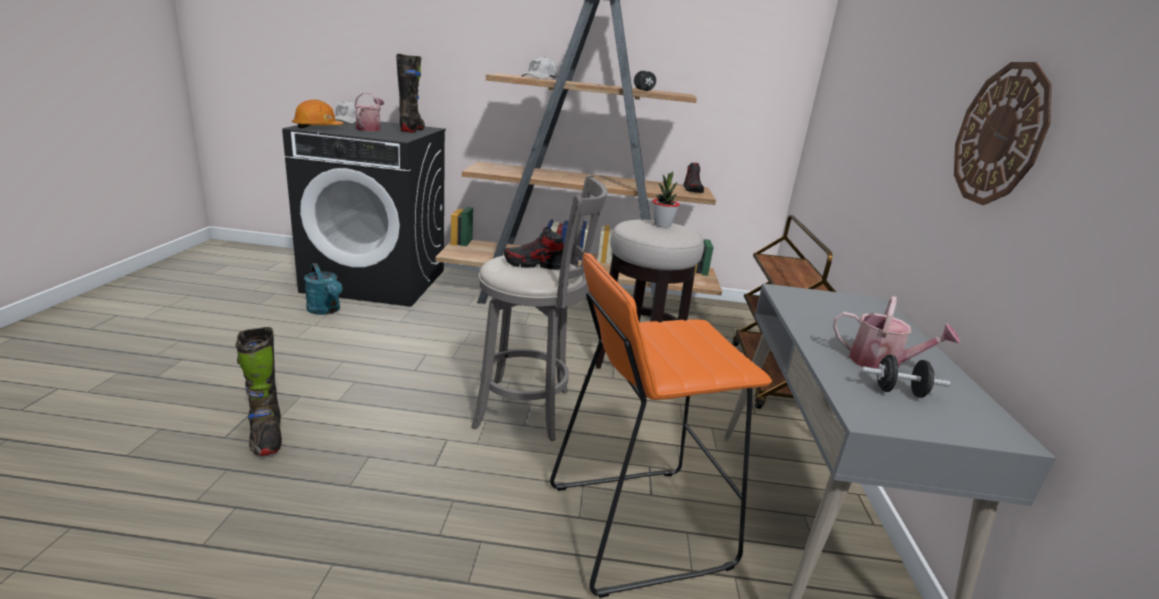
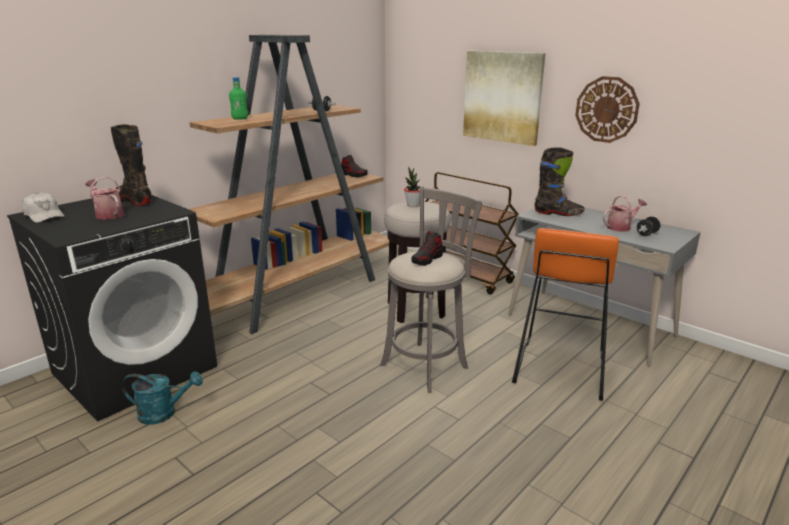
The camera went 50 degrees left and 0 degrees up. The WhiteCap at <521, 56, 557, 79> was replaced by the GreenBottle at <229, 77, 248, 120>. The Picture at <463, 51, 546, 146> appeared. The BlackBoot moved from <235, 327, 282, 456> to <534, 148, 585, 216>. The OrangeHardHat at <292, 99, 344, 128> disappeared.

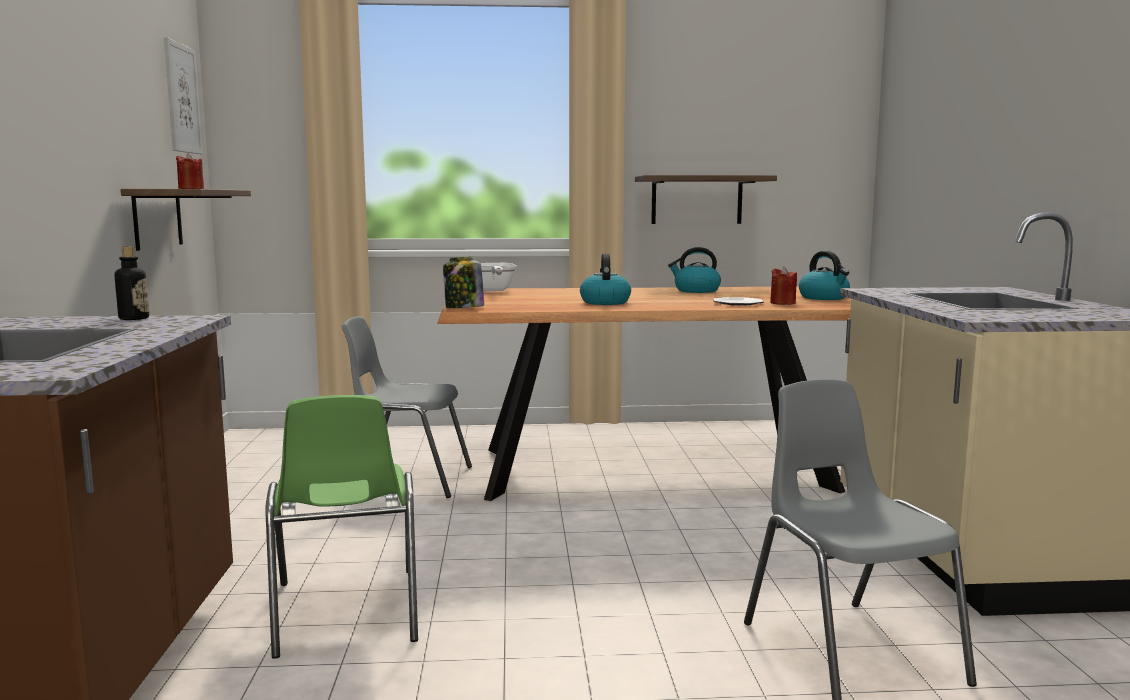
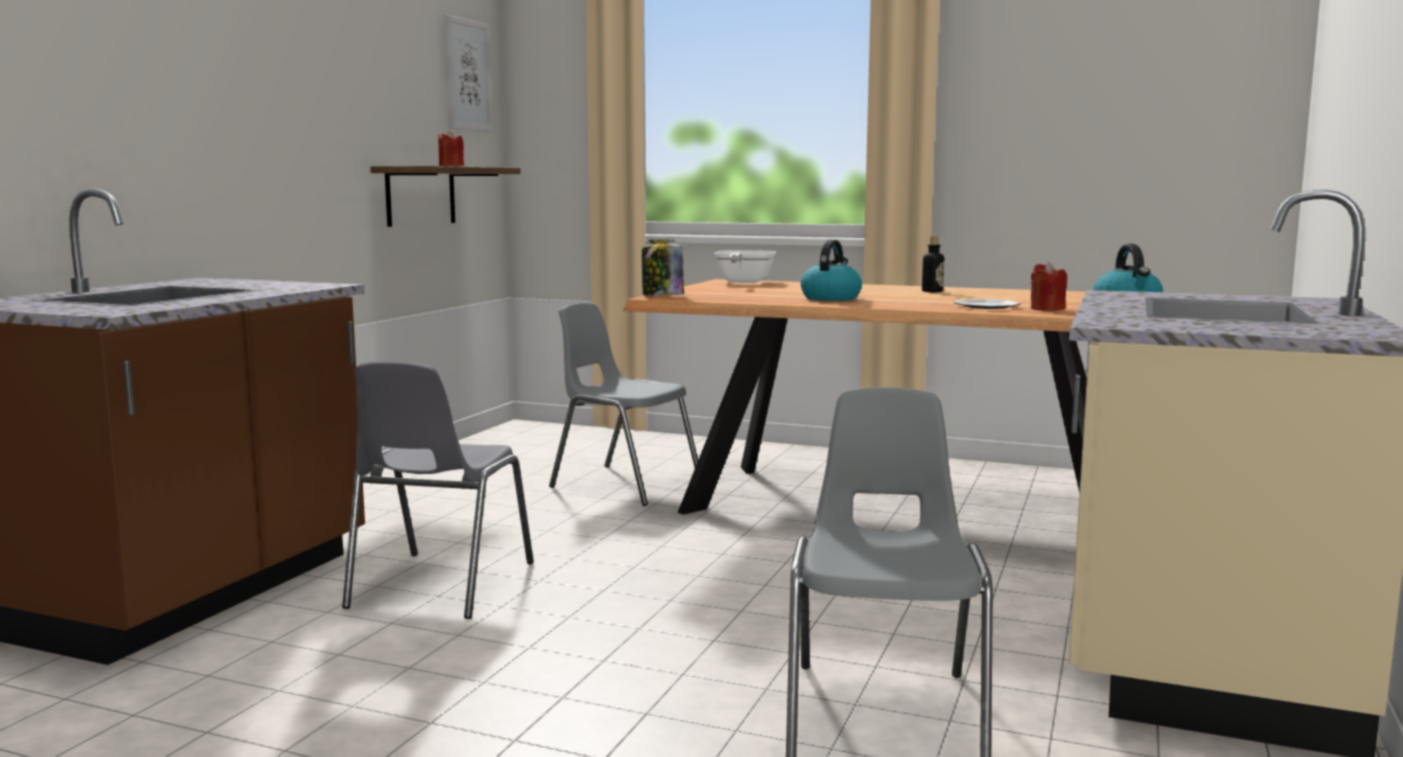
The camera went 25 degrees right and 0 degrees up. The GreenChair at <266, 395, 418, 659> became the GreyChair at <342, 361, 534, 619>. The Bottle moved from <115, 246, 149, 320> to <922, 236, 944, 292>. The Shelf at <635, 175, 777, 224> disappeared. The Kettle at <668, 247, 721, 293> disappeared.

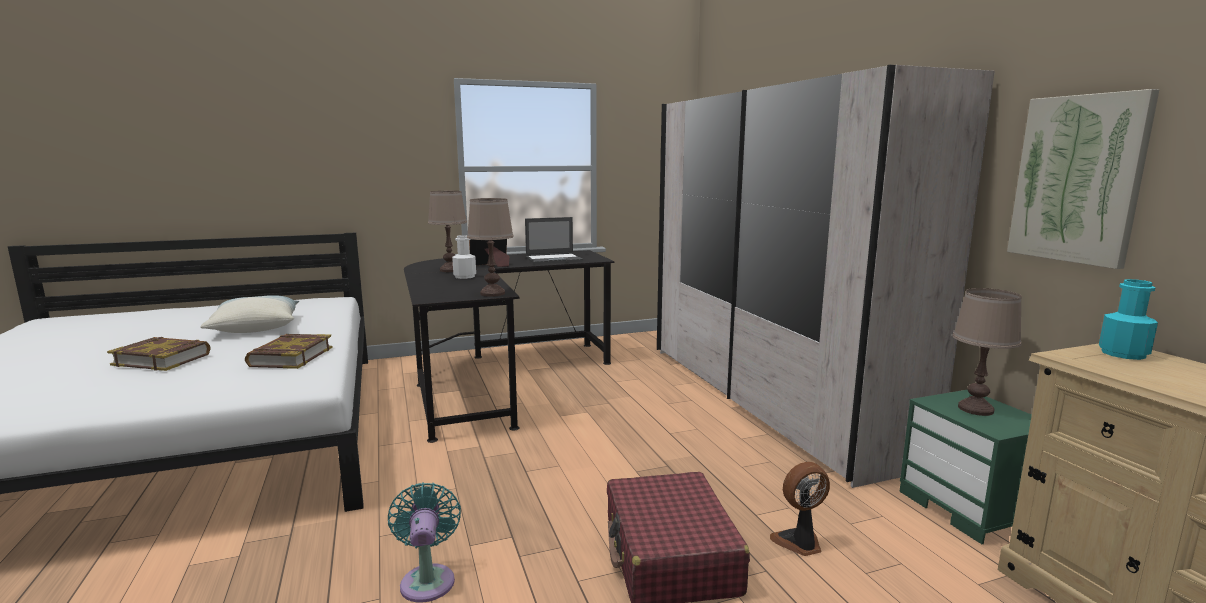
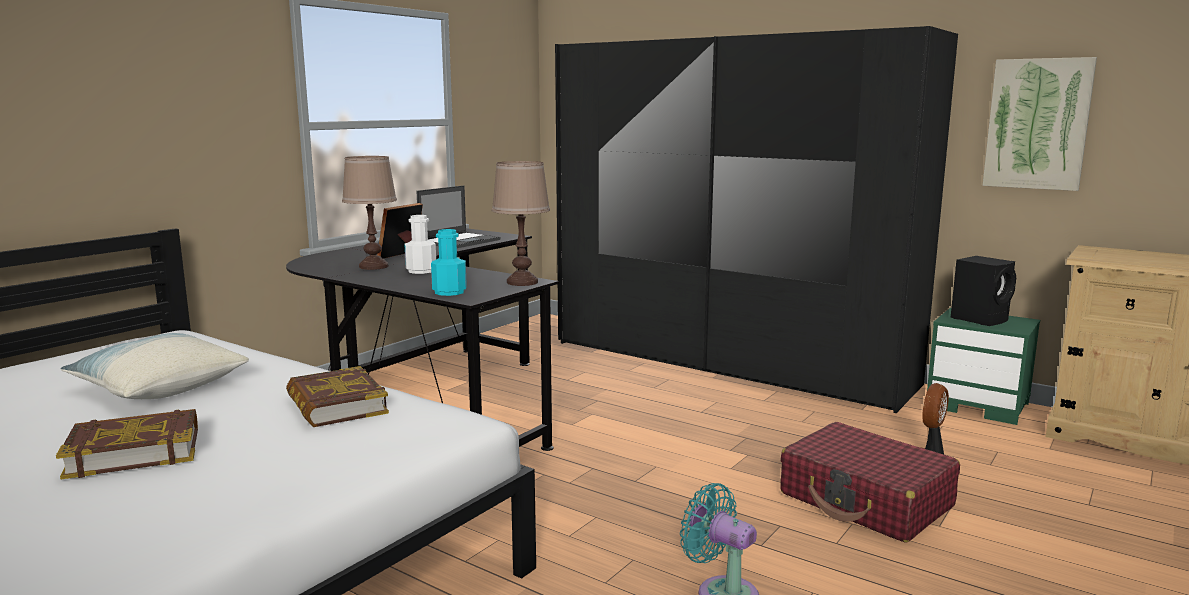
The camera went 35 degrees left and 0 degrees up. The TurquoiseBottle moved from <1099, 279, 1158, 360> to <431, 229, 467, 296>. The WhiteWardrobe at <657, 65, 995, 488> became the BlackWardrobe at <555, 26, 958, 413>. The BrownTableLamp at <953, 288, 1022, 416> was replaced by the BlackSpeaker at <950, 256, 1016, 326>.

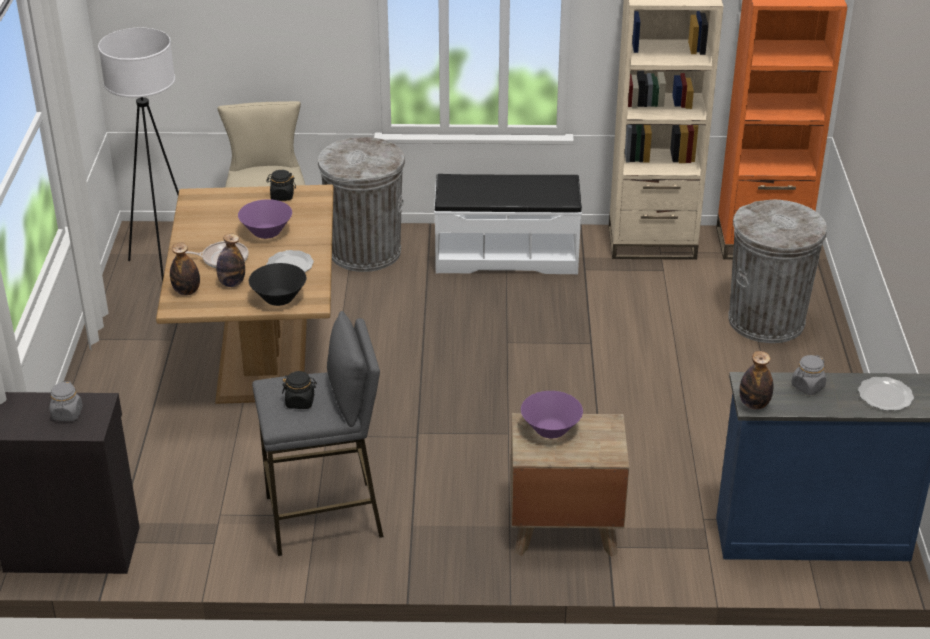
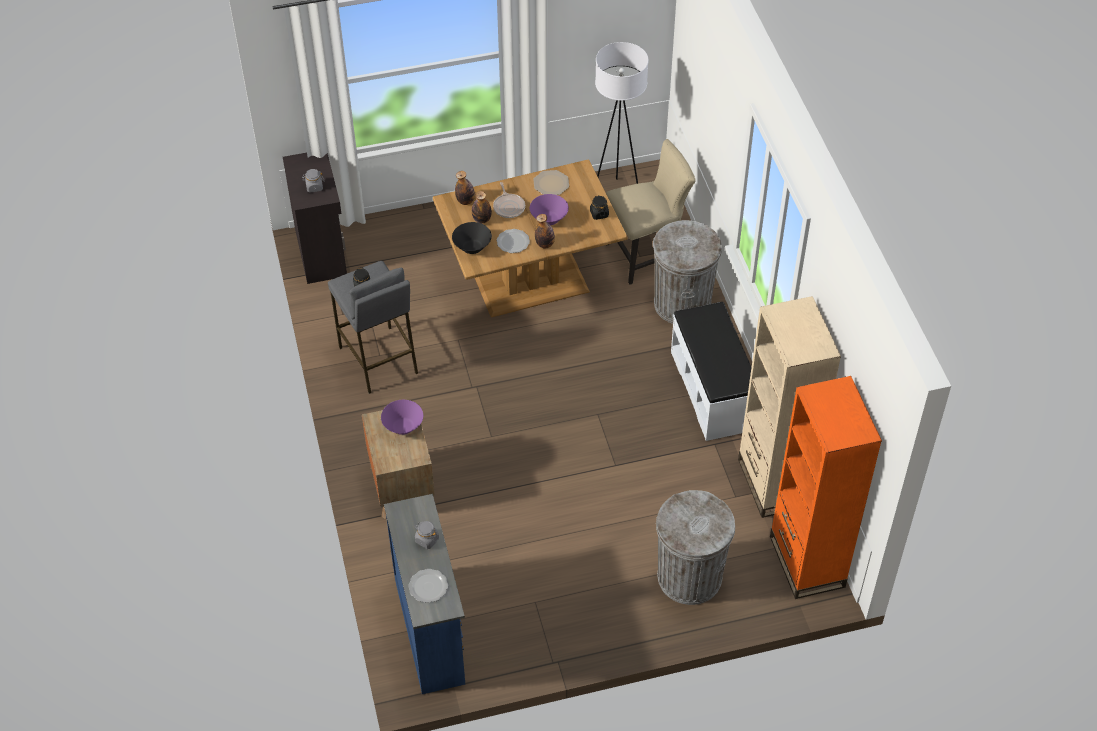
The camera went 75 degrees right and 15 degrees up. The Plate at <533, 170, 569, 195> appeared. The Bottle moved from <739, 351, 773, 410> to <535, 214, 555, 248>.

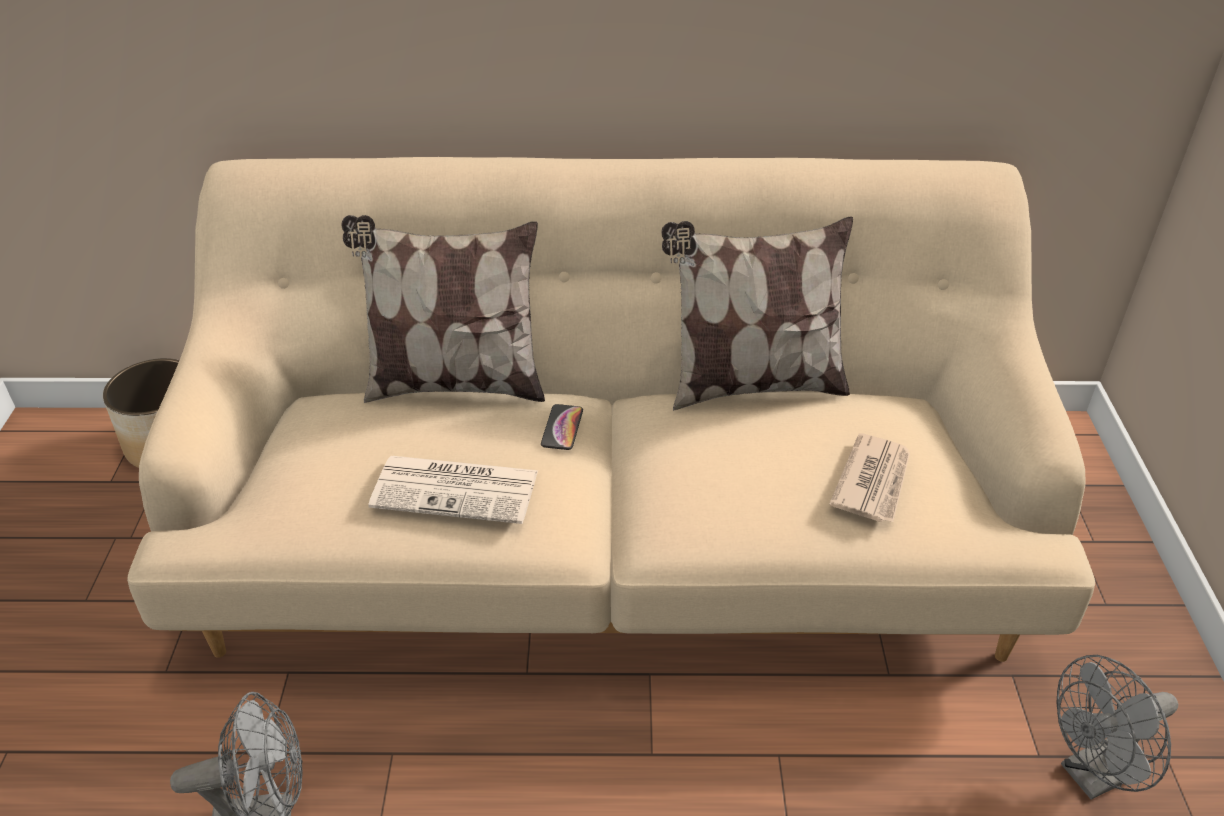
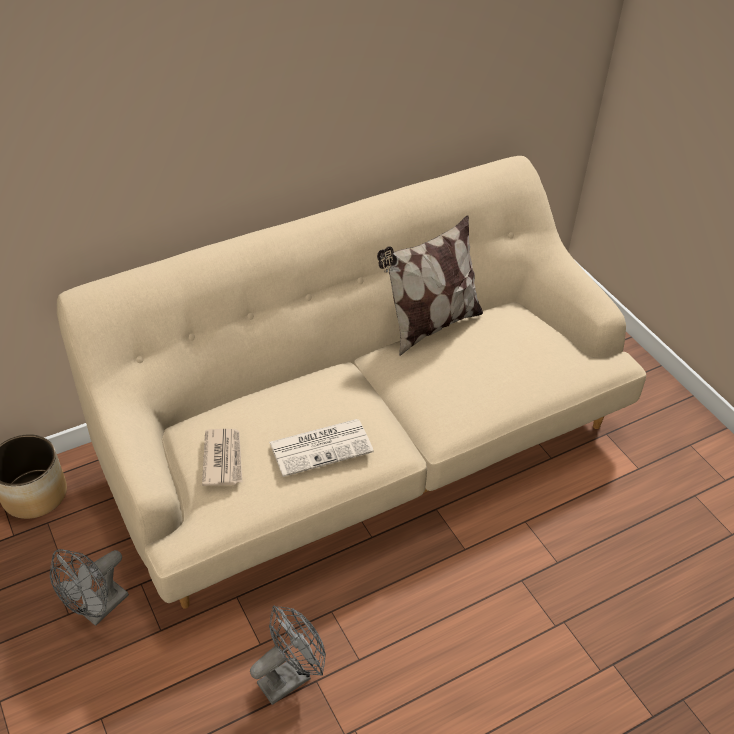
The camera went 30 degrees left and 5 degrees up. The GreyFan moved from <1056, 655, 1178, 800> to <50, 549, 129, 626>. The Newspaper moved from <829, 433, 910, 522> to <202, 429, 242, 486>. The Pillow at <341, 215, 545, 403> disappeared. The Phone at <541, 404, 583, 450> disappeared.

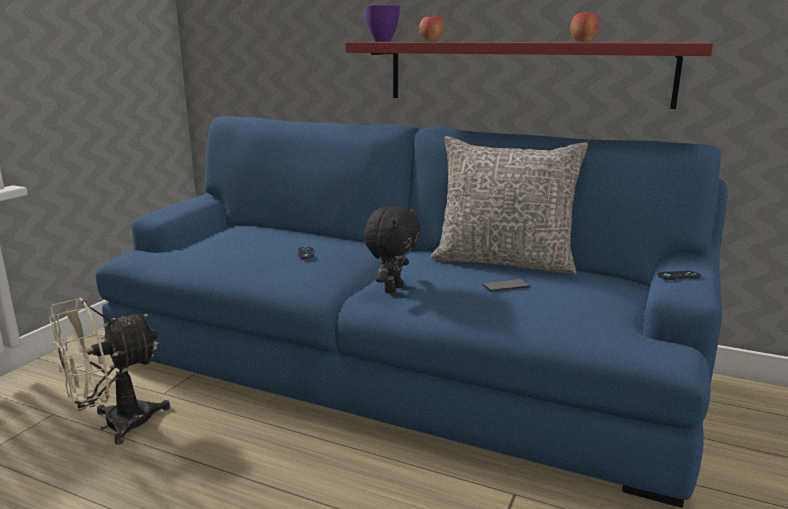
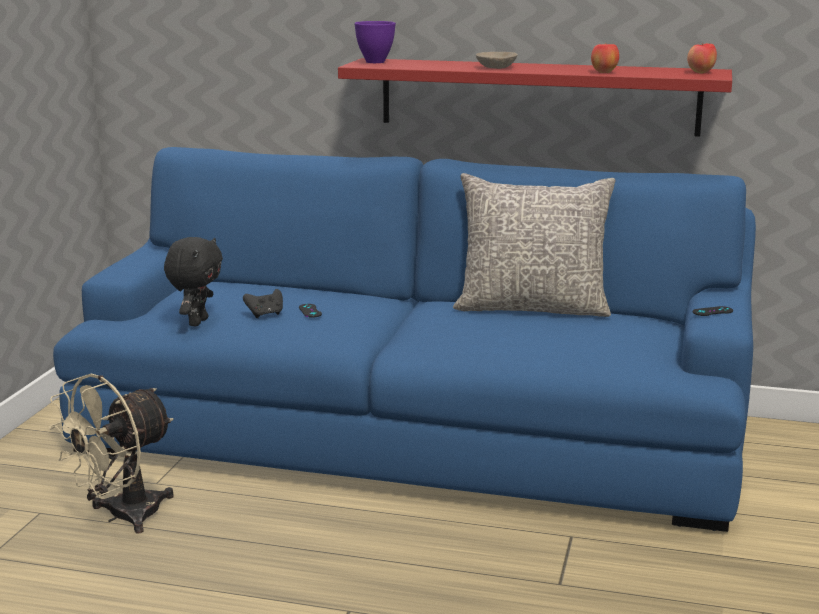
The camera went 10 degrees left and 0 degrees up. The BlackPlushToy moved from <363, 206, 421, 294> to <164, 237, 223, 326>. The BlackGameController at <243, 289, 283, 318> appeared. The BeigeBowl at <476, 52, 518, 69> appeared. The Apple moved from <419, 15, 444, 42> to <687, 43, 717, 73>. The Phone at <482, 279, 529, 292> disappeared.

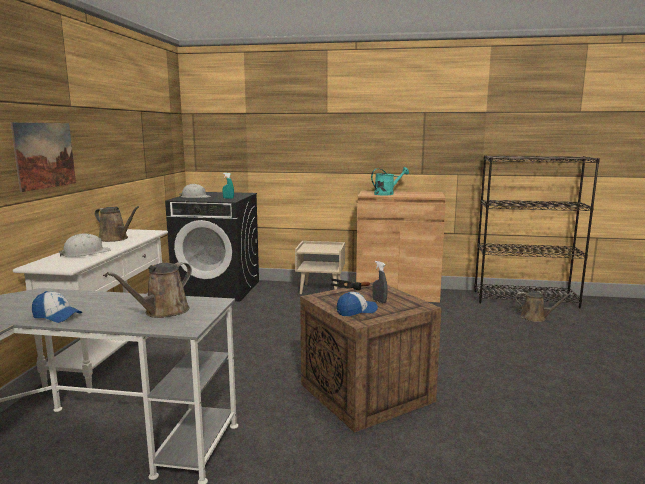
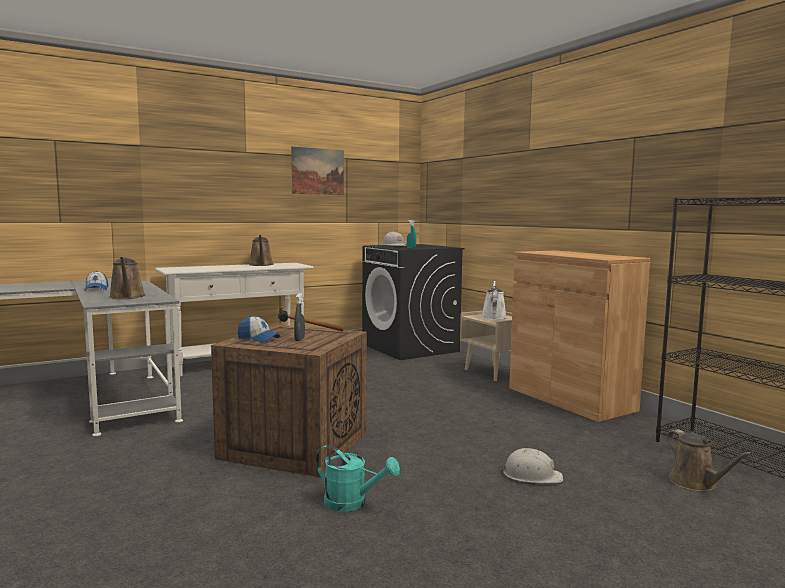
The camera went 50 degrees right and 5 degrees down. The BrownWateringCan at <107, 262, 192, 318> turned 105 degrees counterclockwise. The Picture moved from <10, 122, 76, 192> to <291, 147, 344, 195>. The TurquoiseWateringCan moved from <371, 167, 409, 195> to <316, 445, 400, 512>. The WhiteWateringCan at <481, 281, 506, 320> appeared. The WhiteHardHat moved from <59, 233, 110, 257> to <500, 448, 563, 483>.

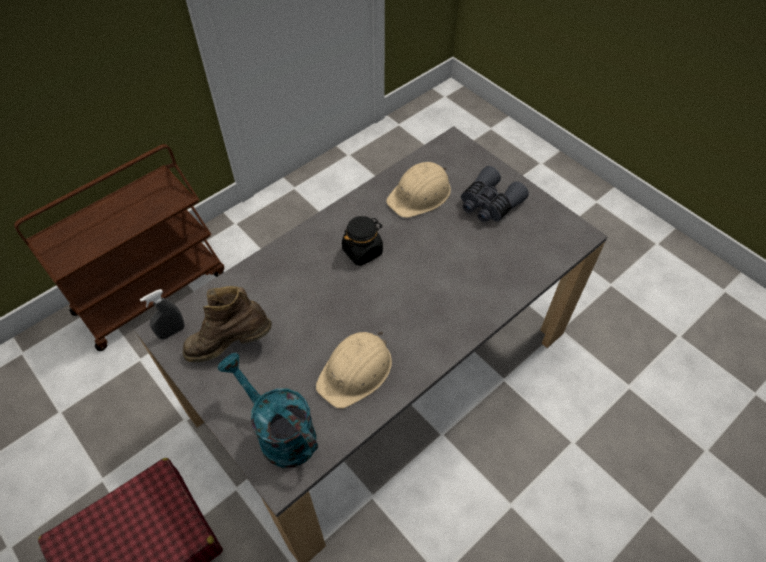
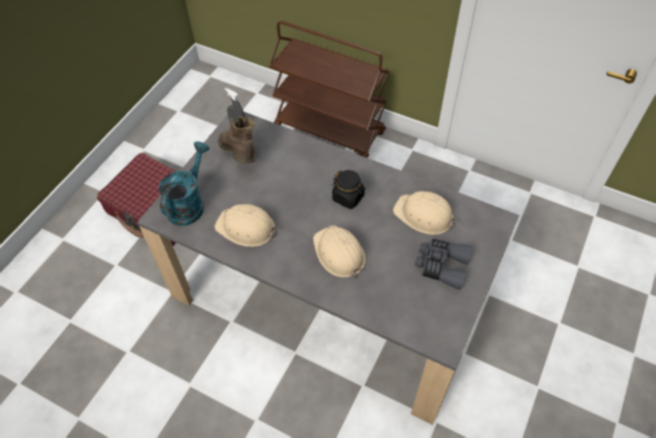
The camera went 70 degrees right and 0 degrees up. The BeigeHardHat at <313, 225, 366, 278> appeared.

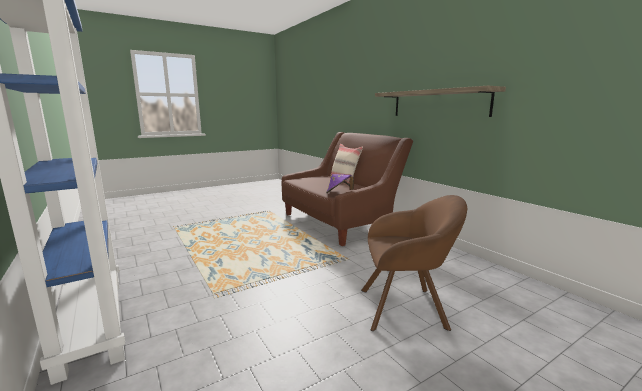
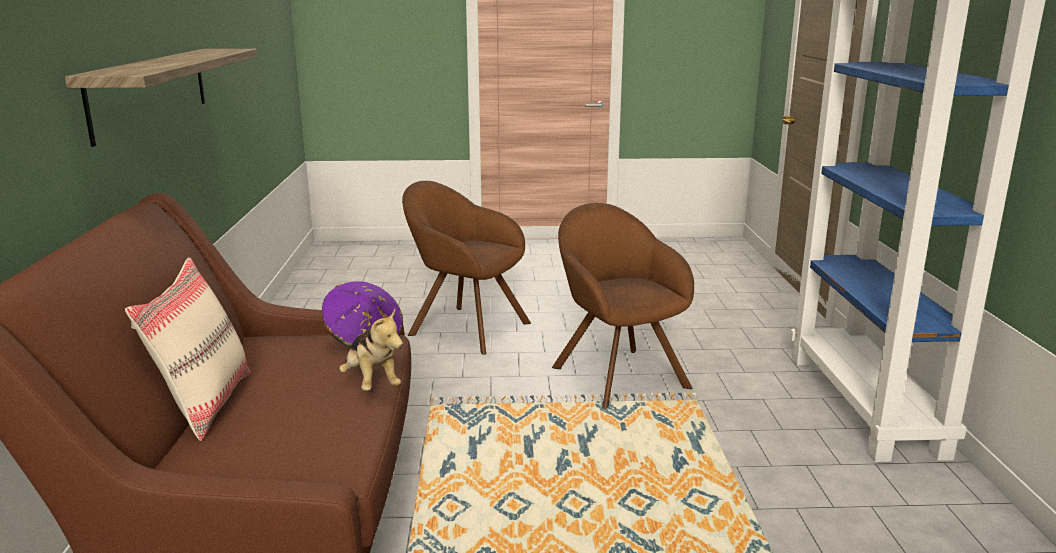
The camera went 150 degrees left and 5 degrees up. The PlushToy at <339, 309, 403, 391> appeared. The BrownArmchair at <552, 203, 694, 409> appeared.

